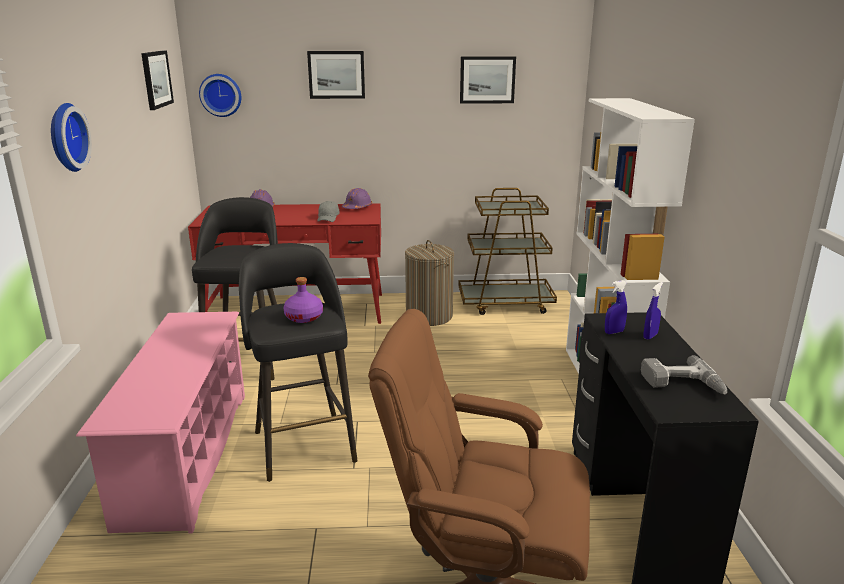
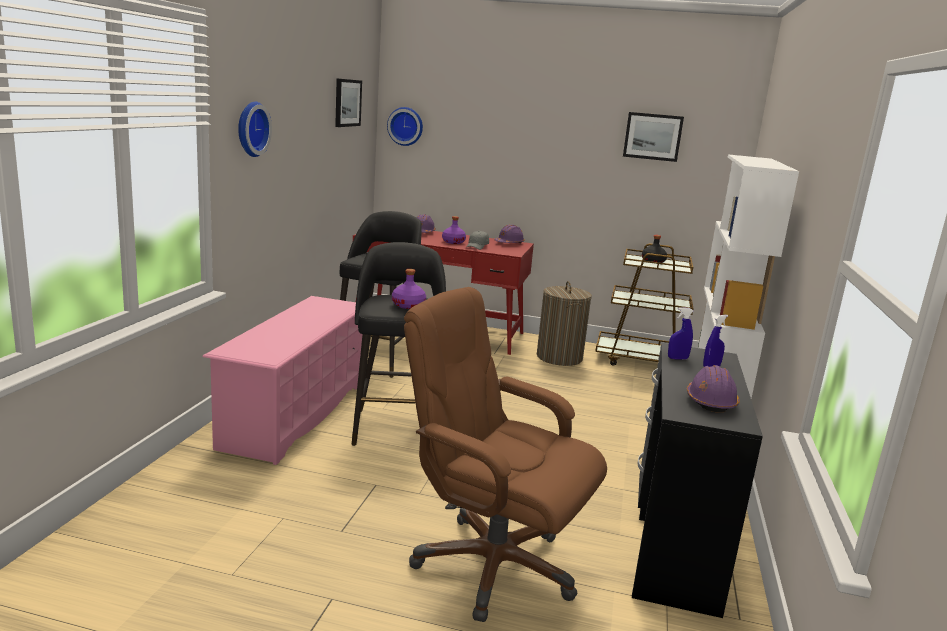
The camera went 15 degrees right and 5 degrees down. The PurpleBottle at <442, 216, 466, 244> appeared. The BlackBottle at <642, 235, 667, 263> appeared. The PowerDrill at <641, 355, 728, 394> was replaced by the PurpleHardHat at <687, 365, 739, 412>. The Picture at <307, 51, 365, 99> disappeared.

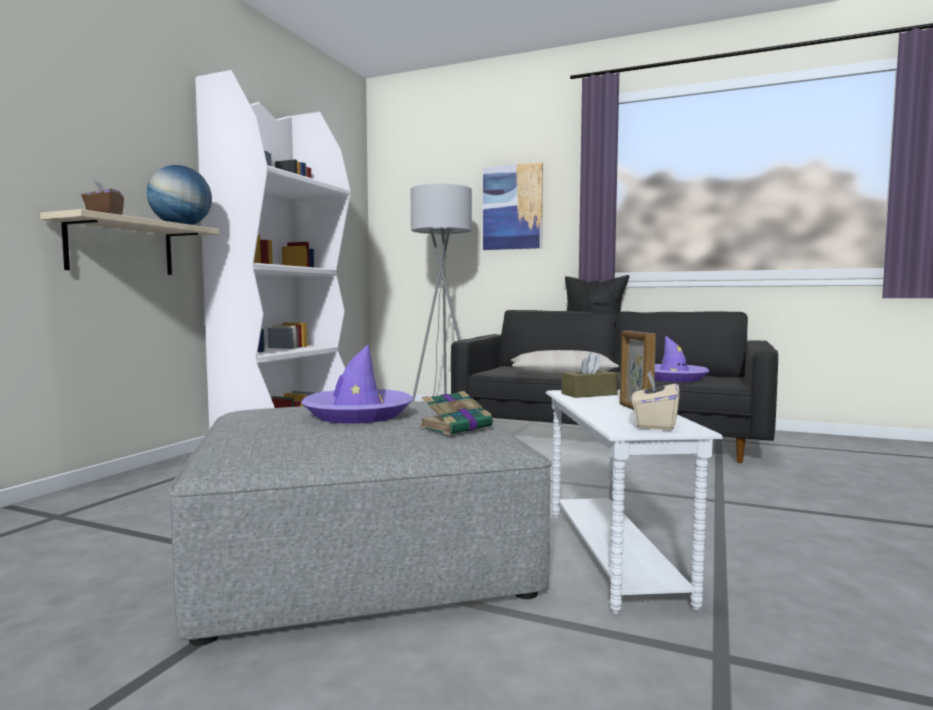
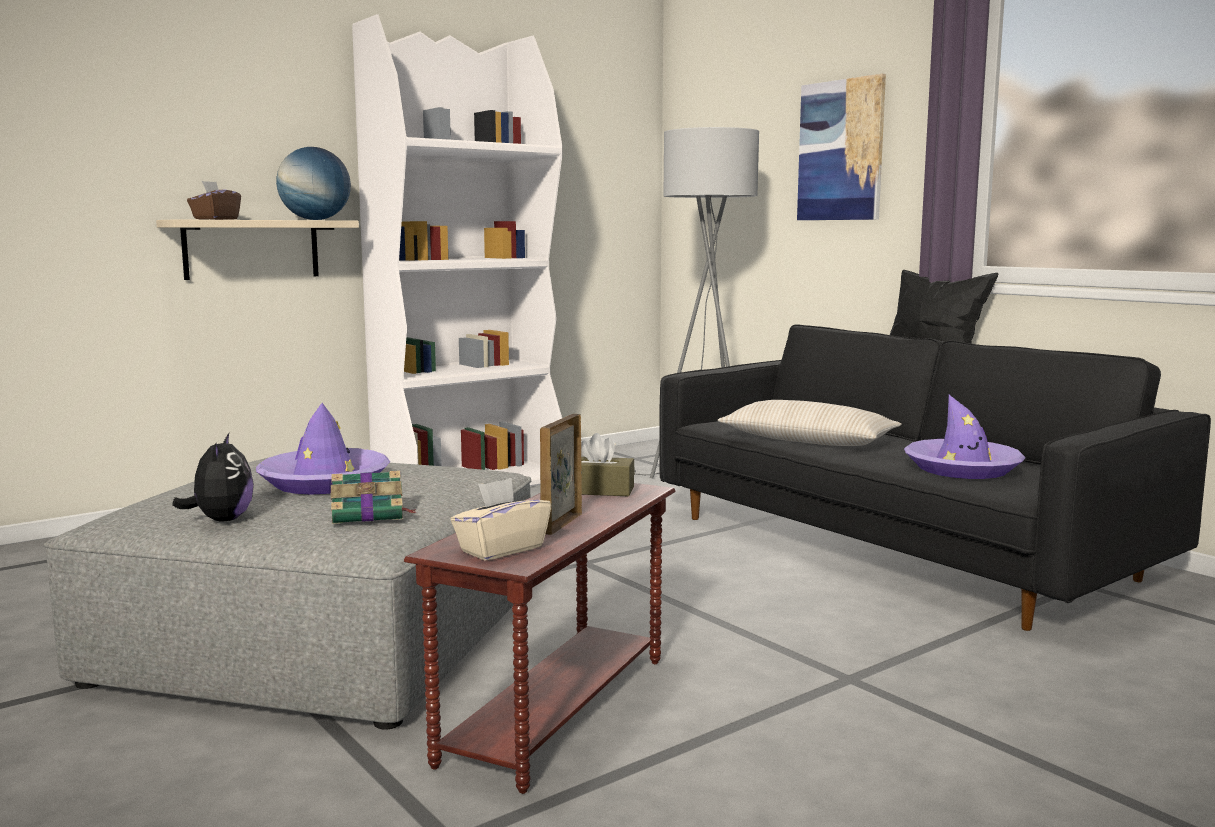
The camera went 30 degrees right and 5 degrees up. The PlushToy at <172, 433, 254, 522> appeared. The WhiteSideTable at <546, 390, 723, 614> became the BrownSideTable at <404, 483, 675, 794>.

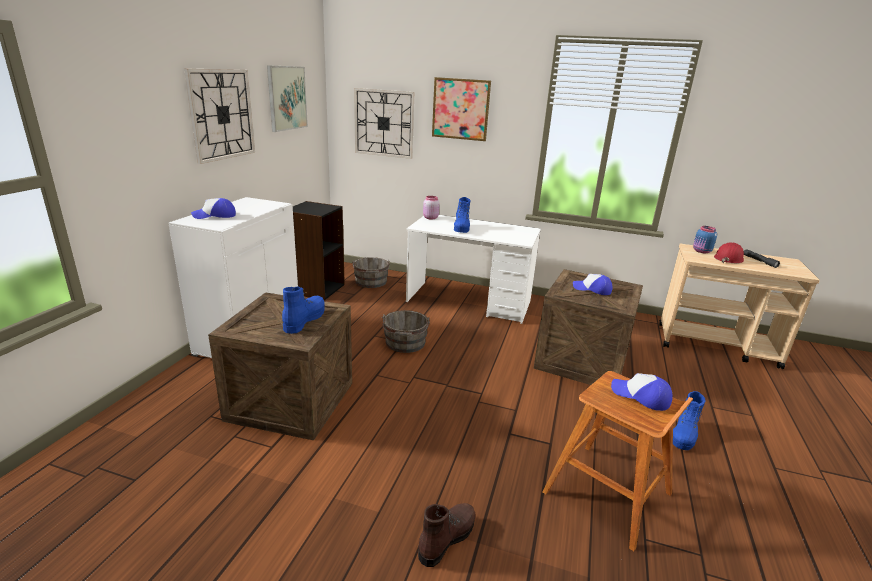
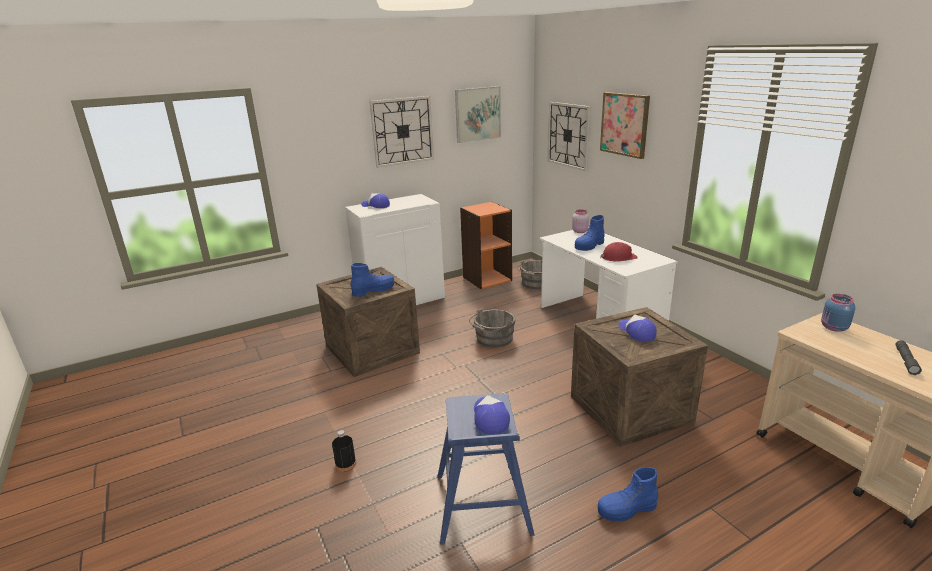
The camera went 45 degrees right and 0 degrees up. The BrownBoot at <418, 503, 475, 567> was replaced by the BlackBottle at <332, 430, 356, 472>. The BrownStool at <542, 371, 693, 551> became the BlueStool at <438, 393, 535, 544>. The BlackBookcase at <293, 201, 345, 300> became the OrangeBookcase at <460, 202, 512, 289>. The RedHardHat moved from <714, 242, 744, 263> to <601, 242, 638, 261>.

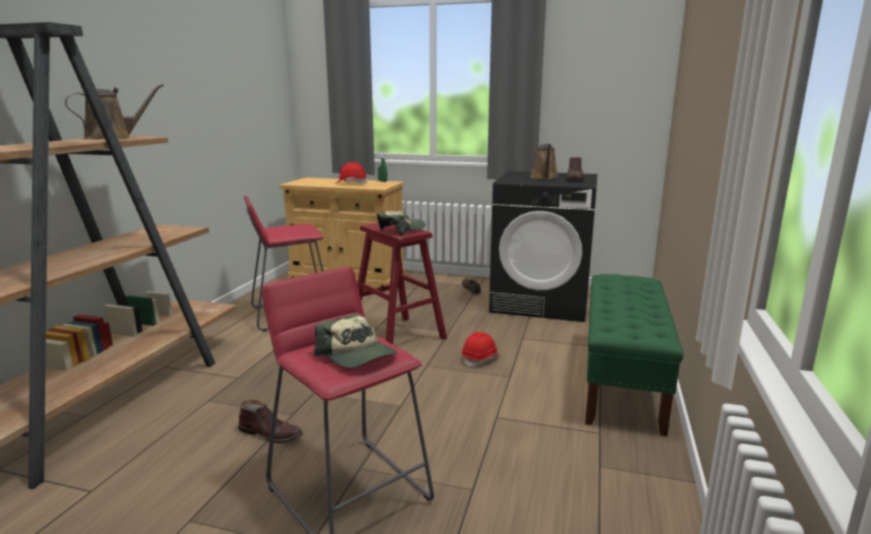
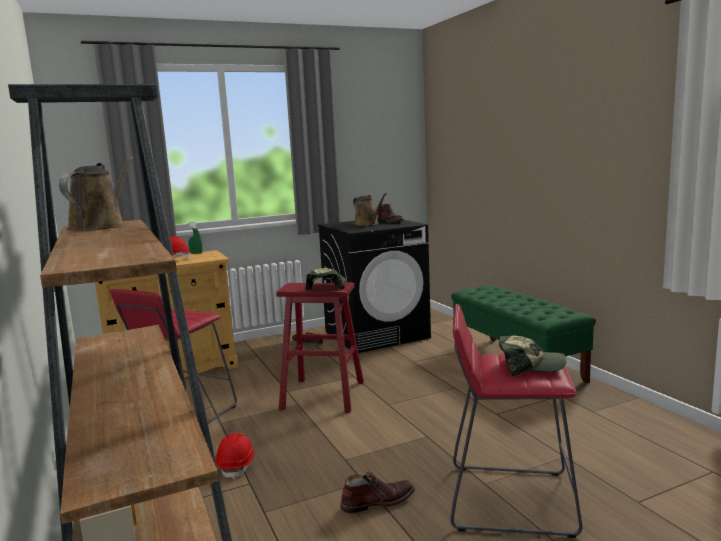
The camera went 40 degrees left and 5 degrees down. The RedHardHat moved from <462, 332, 500, 368> to <215, 433, 255, 480>.

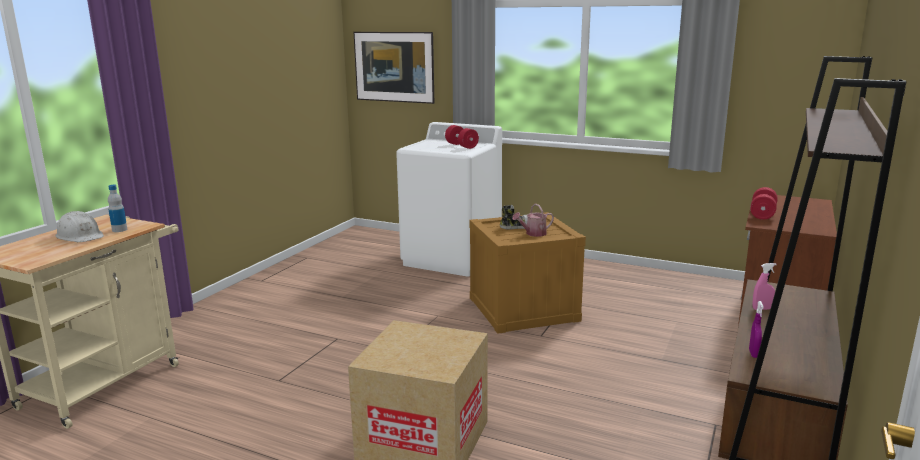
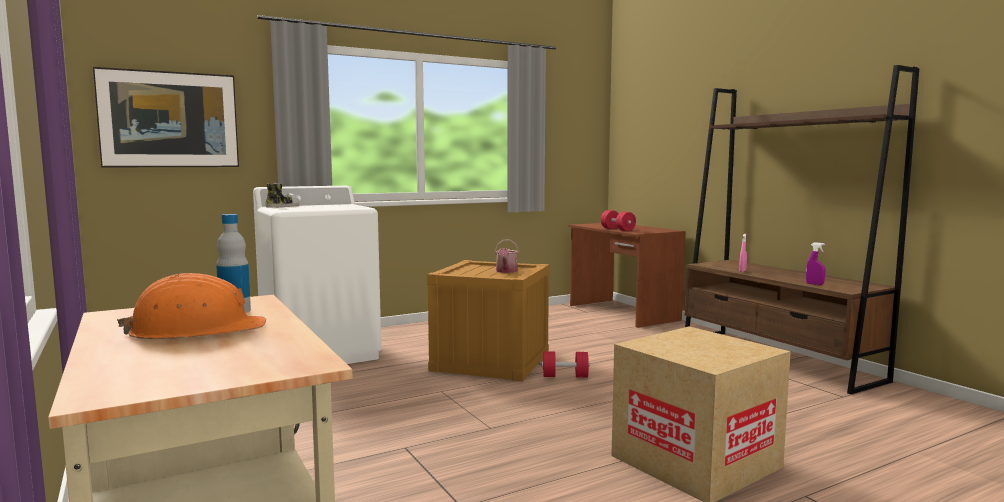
The camera went 55 degrees left and 10 degrees down. The WhiteHardHat at <55, 211, 104, 242> became the OrangeHardHat at <116, 273, 266, 339>. The Shoe moved from <500, 205, 528, 229> to <265, 183, 299, 208>. The RedDumbbell moved from <445, 125, 479, 149> to <542, 351, 590, 378>.

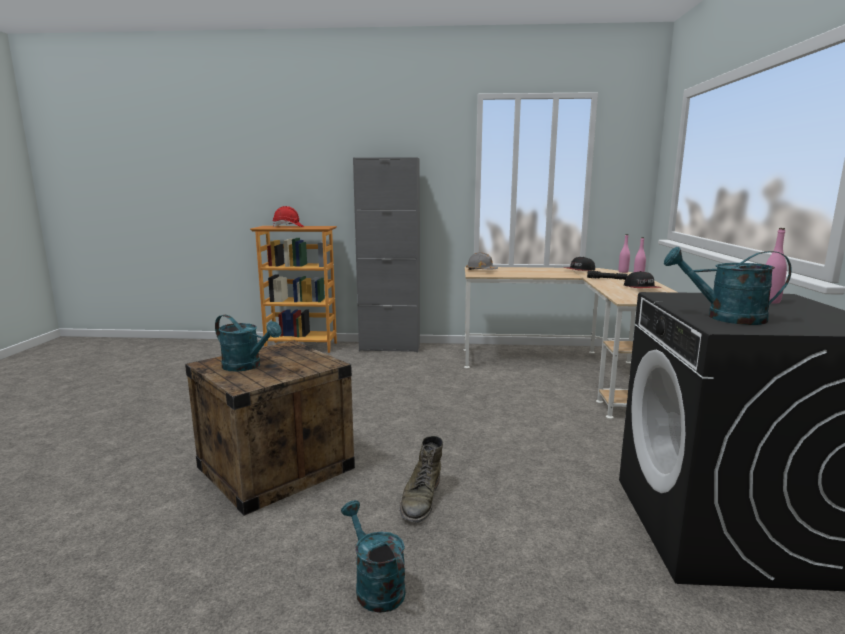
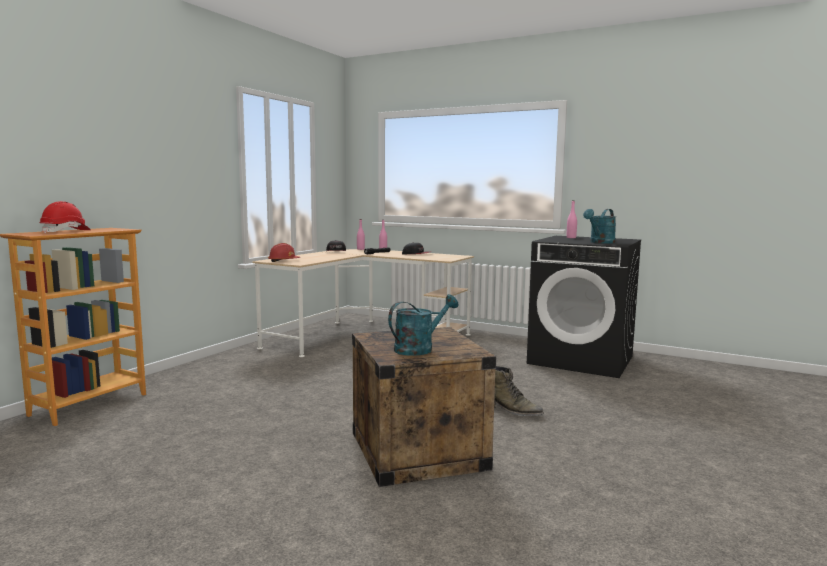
The camera went 65 degrees left and 5 degrees down. The GreyHardHat at <466, 252, 498, 270> became the RedHardHat at <268, 243, 300, 262>. The TurquoiseWateringCan at <341, 500, 406, 613> disappeared. The GreyCabinet at <353, 157, 420, 353> disappeared.

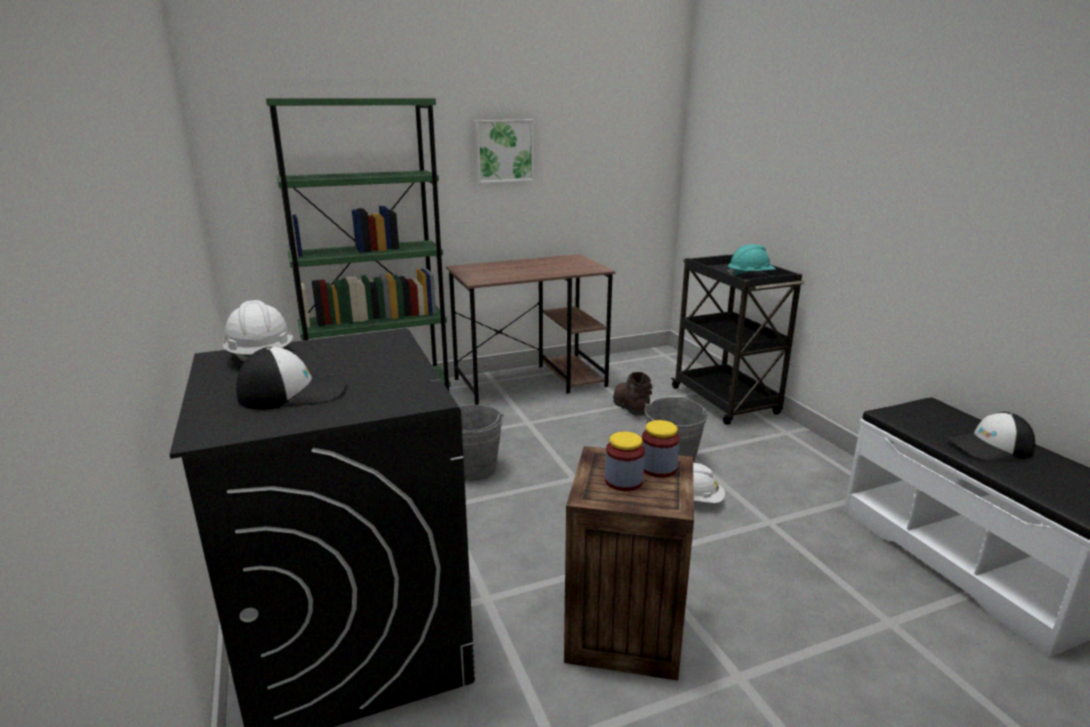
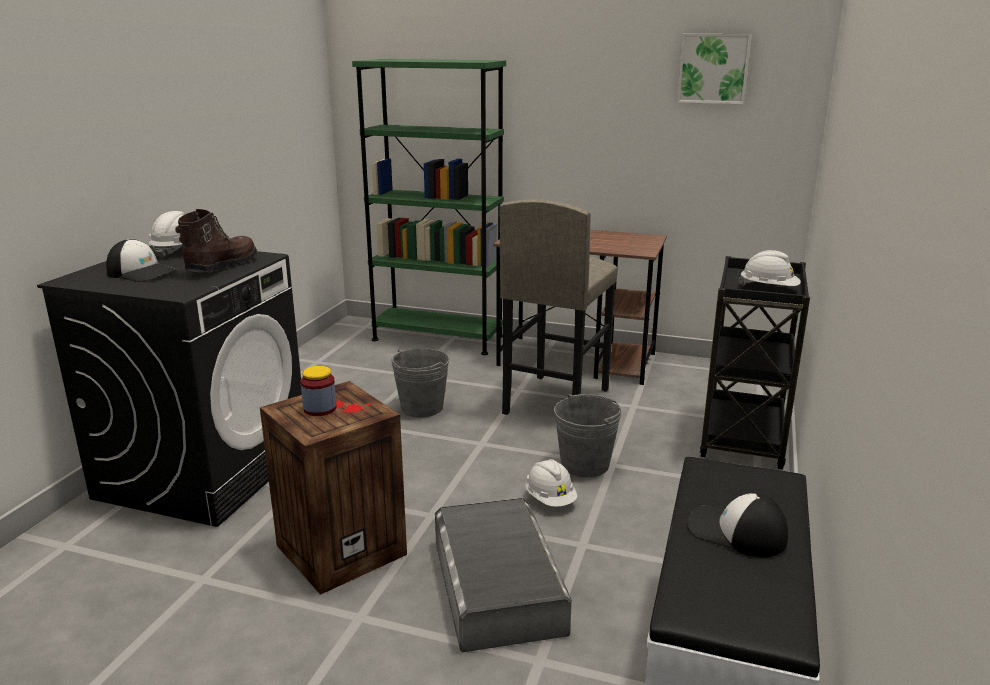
The camera went 40 degrees right and 0 degrees up. The BrownBoot moved from <613, 372, 652, 416> to <175, 209, 257, 272>. The GreyStorageBox at <435, 498, 572, 652> appeared. The GreyStool at <499, 199, 618, 415> appeared. The Picture moved from <475, 120, 534, 183> to <677, 34, 752, 104>. The TurquoiseHardHat at <727, 244, 776, 276> became the WhiteHardHat at <739, 250, 801, 286>. The Jar at <642, 420, 680, 478> disappeared.

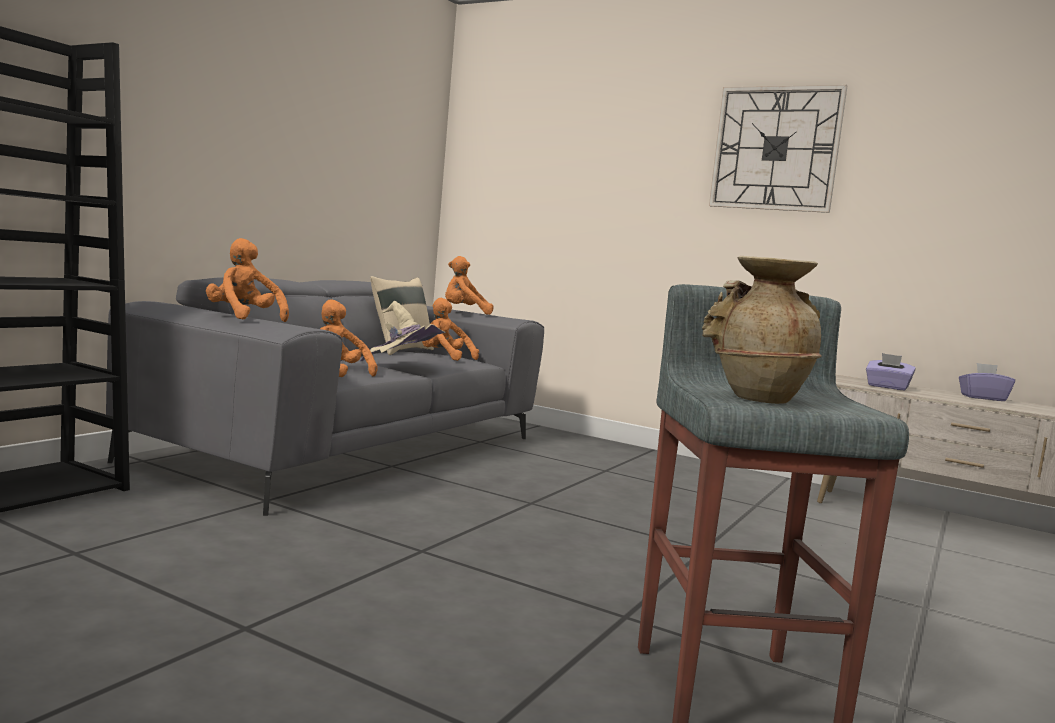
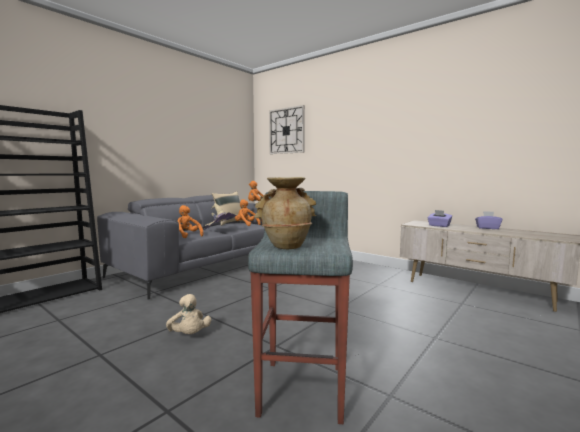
The camera went 10 degrees right and 0 degrees up. The BeigePlushToy at <166, 294, 211, 334> appeared. The WallClock moved from <709, 85, 847, 213> to <269, 105, 305, 154>. The OrangePlushToy at <206, 238, 289, 322> disappeared.

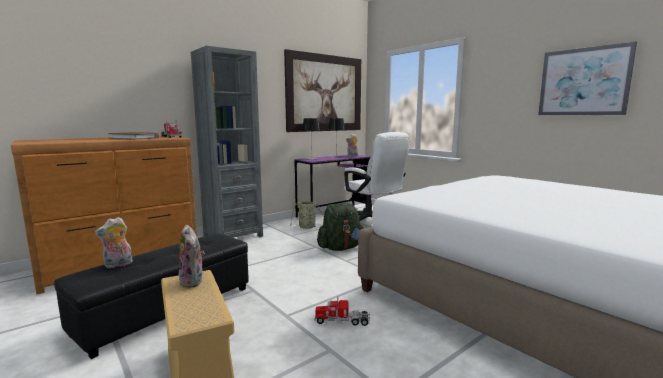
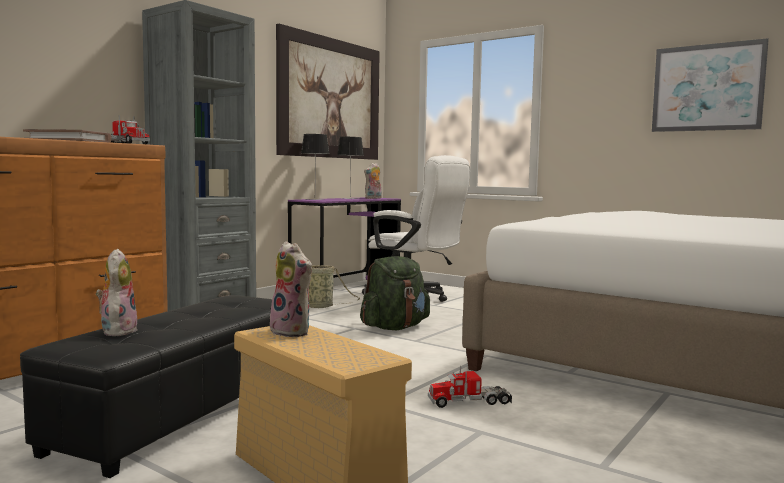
The camera went 15 degrees left and 5 degrees down. The PlushToy at <95, 217, 133, 268> turned 135 degrees clockwise.

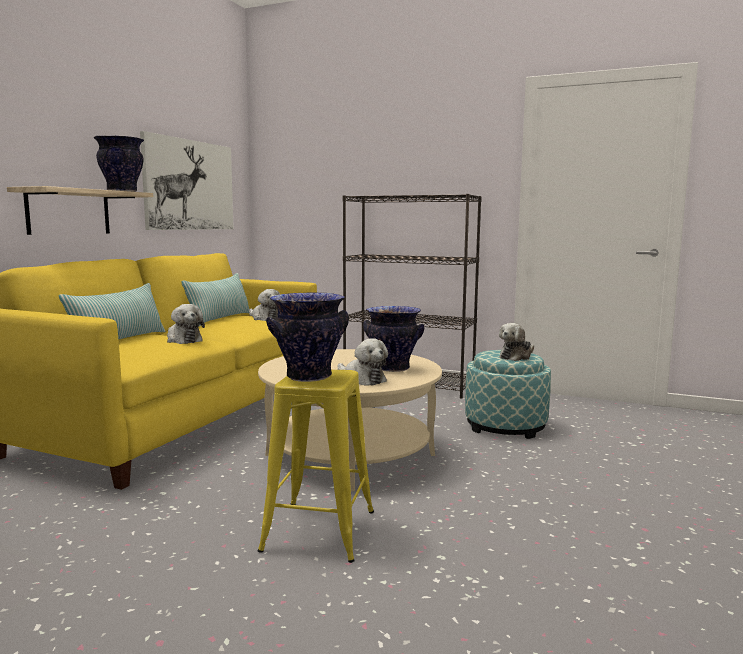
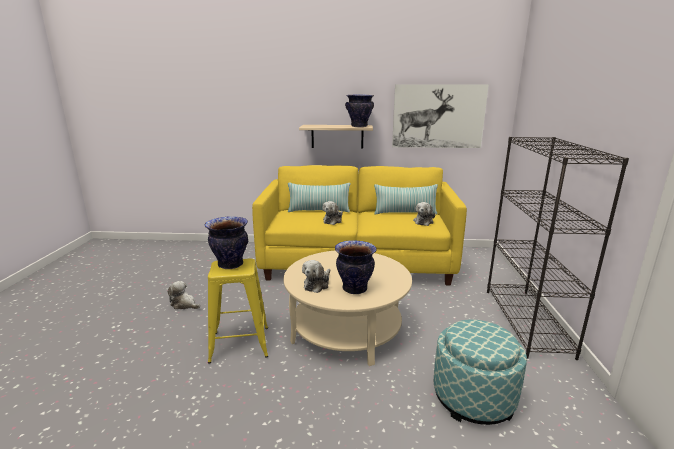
The camera went 70 degrees right and 10 degrees up. The PlushToy moved from <499, 323, 534, 361> to <168, 281, 200, 309>.

